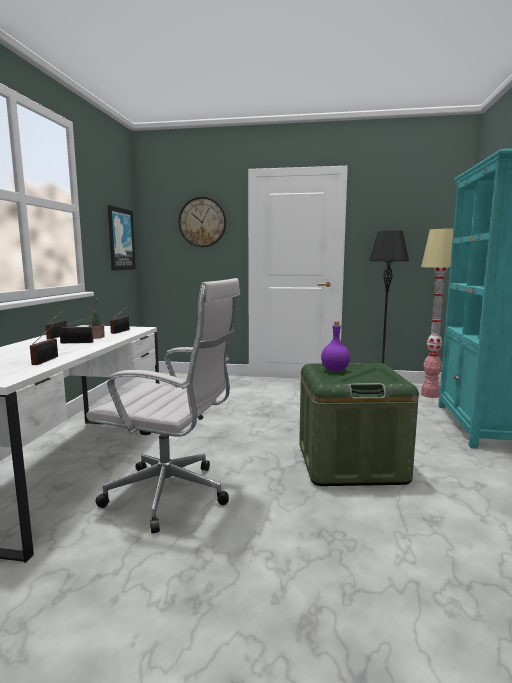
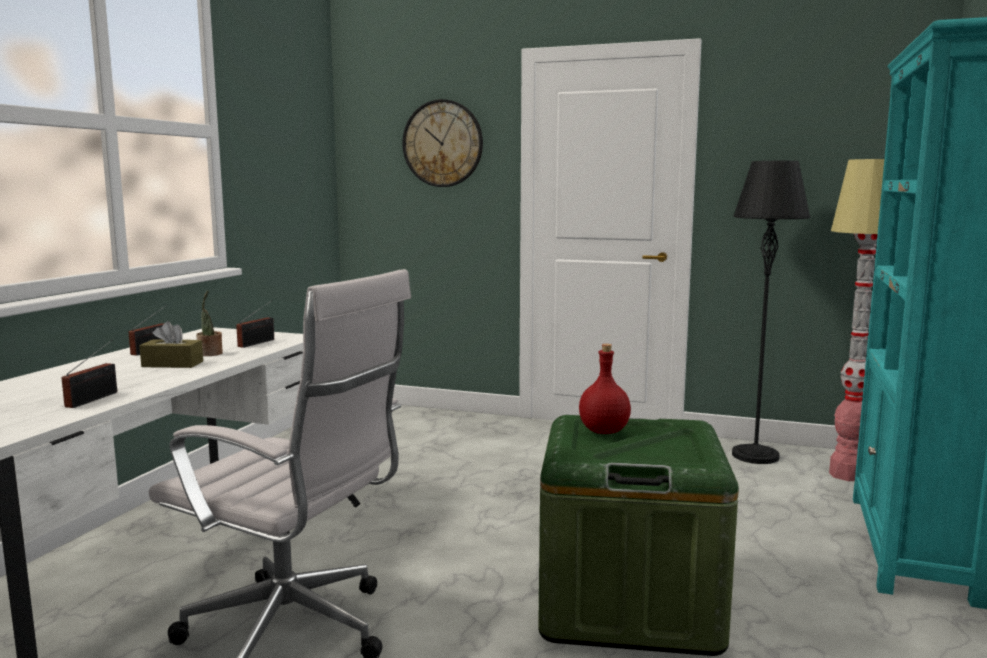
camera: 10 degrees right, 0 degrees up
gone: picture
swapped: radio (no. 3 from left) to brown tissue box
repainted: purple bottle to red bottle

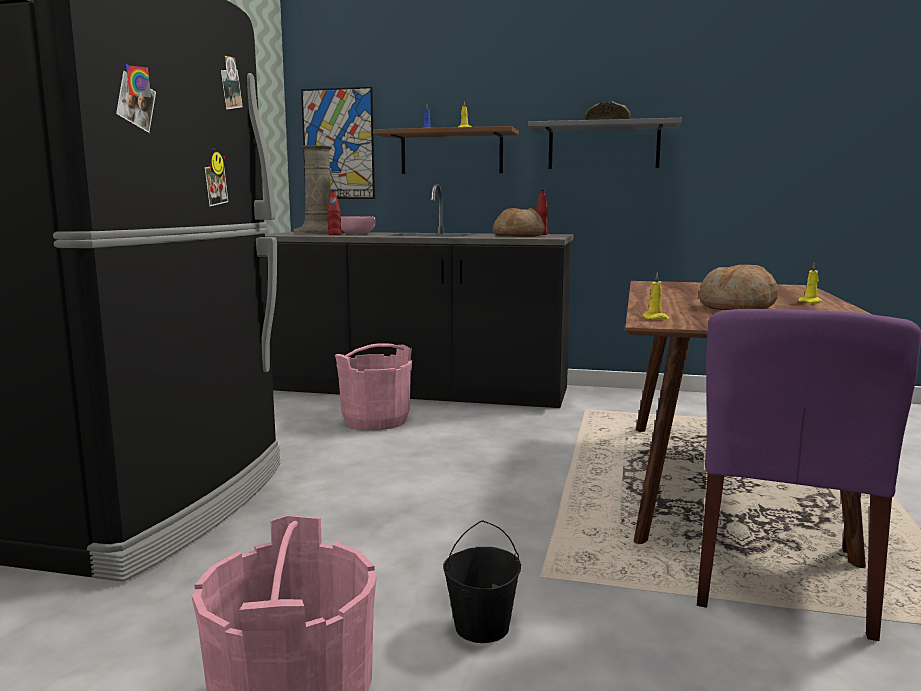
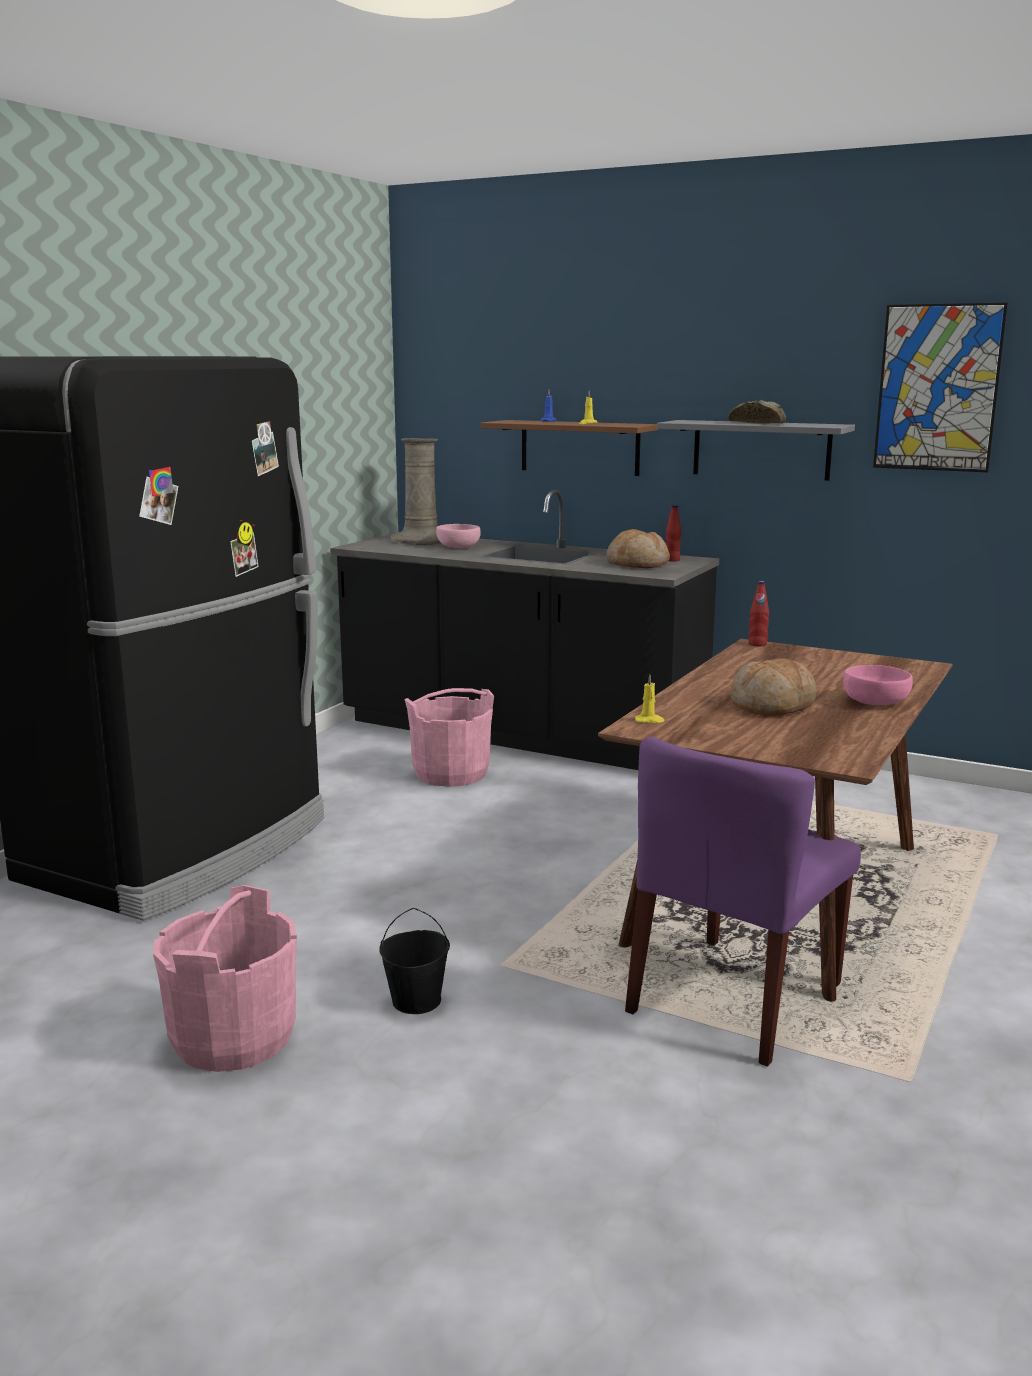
camera: 15 degrees right, 5 degrees up
shifted: picture; red bottle (no. 1 from left in the first image) to red bottle (no. 2 from left)
swapped: yellow candle (no. 3 from left) to pink bowl (no. 2 from left)

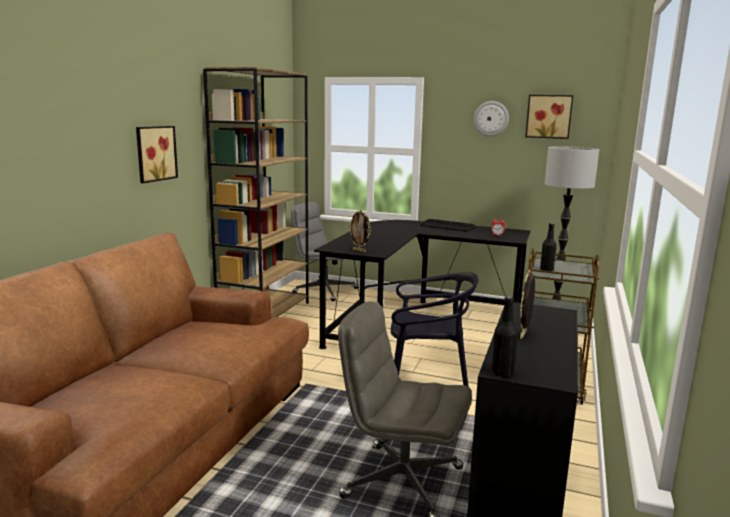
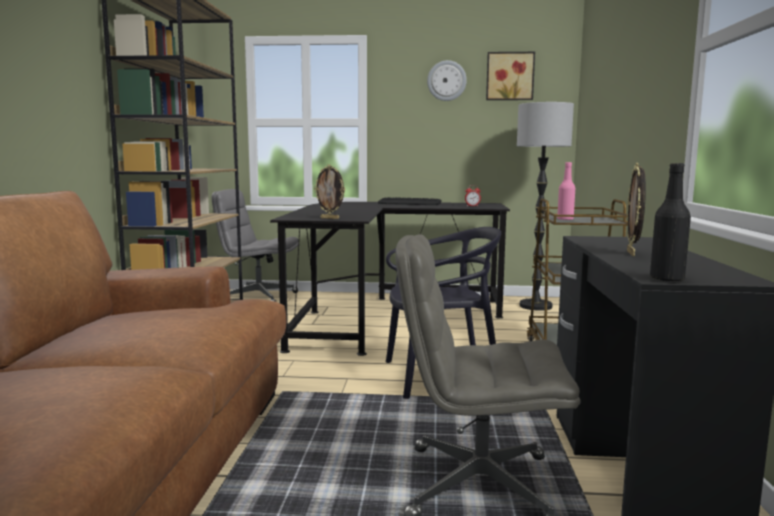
camera: 15 degrees left, 5 degrees down
gone: picture (no. 1 from left)
repainted: black bottle (no. 2 from left) to pink bottle

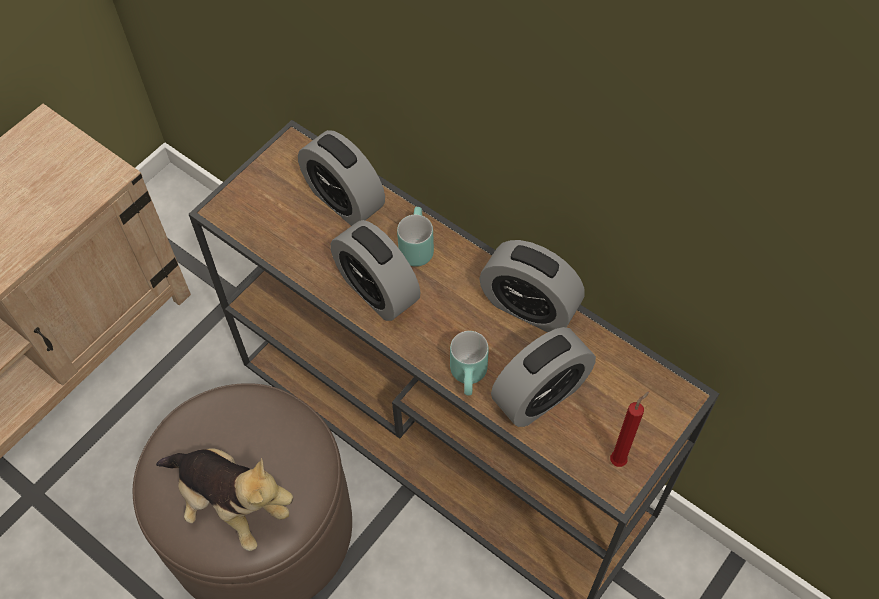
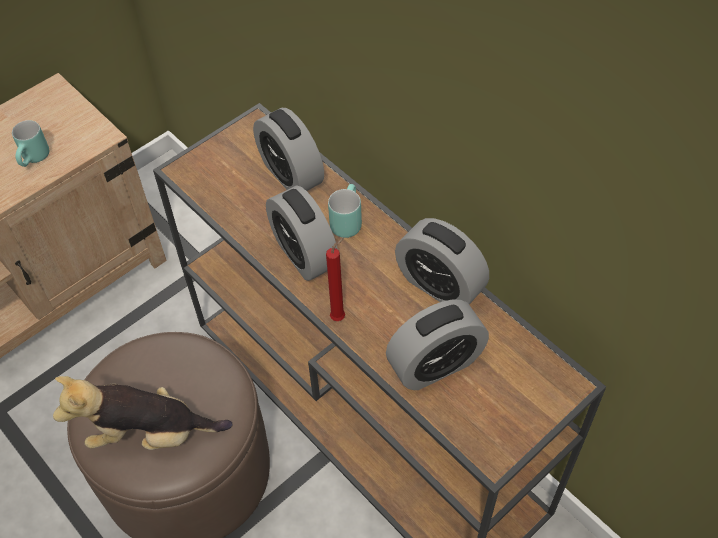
camera: 10 degrees right, 5 degrees down
shifted: turquoise mug (no. 2 from left in the first image) to turquoise mug (no. 1 from left); red candle
rotated: plush toy 135 degrees clockwise

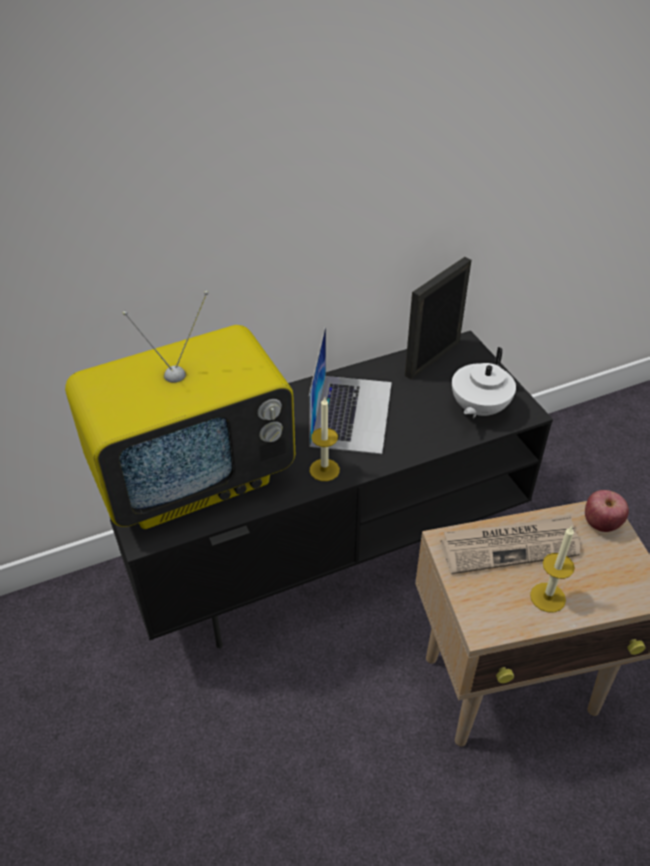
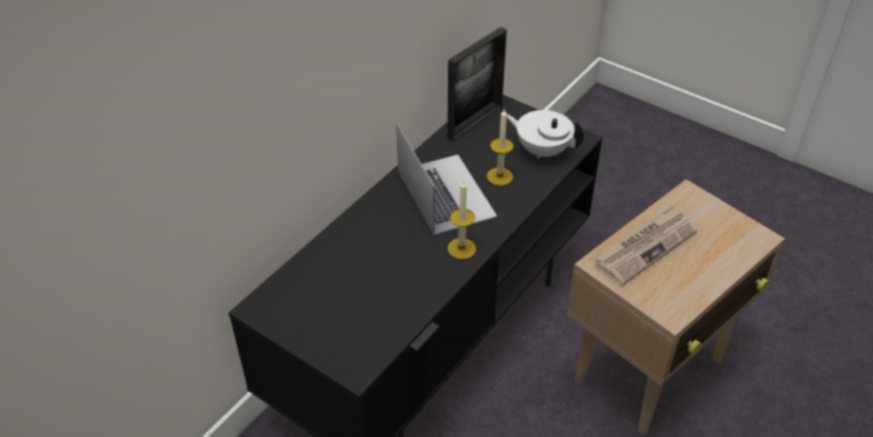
camera: 30 degrees left, 0 degrees up
gone: television; apple
shifted: candle (no. 2 from left)
rotated: picture frame 150 degrees counterclockwise; white teapot 120 degrees clockwise

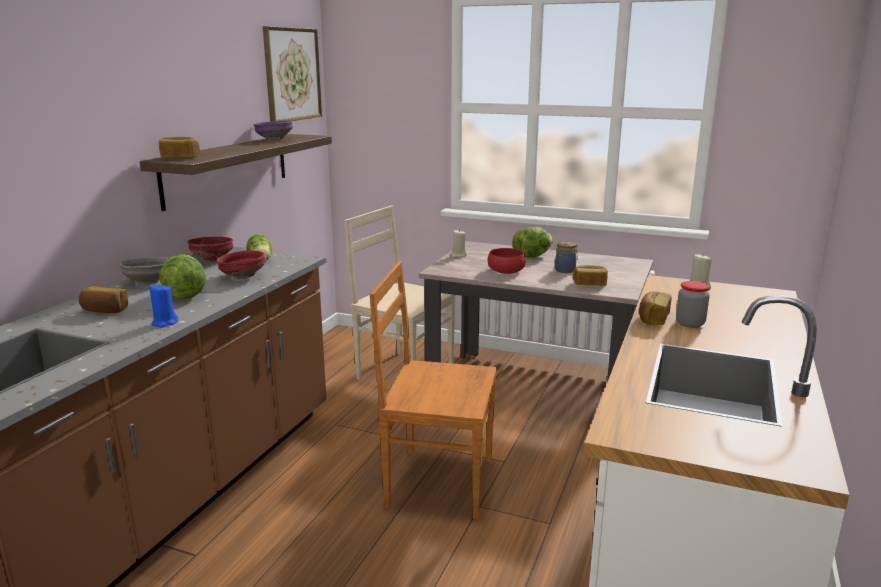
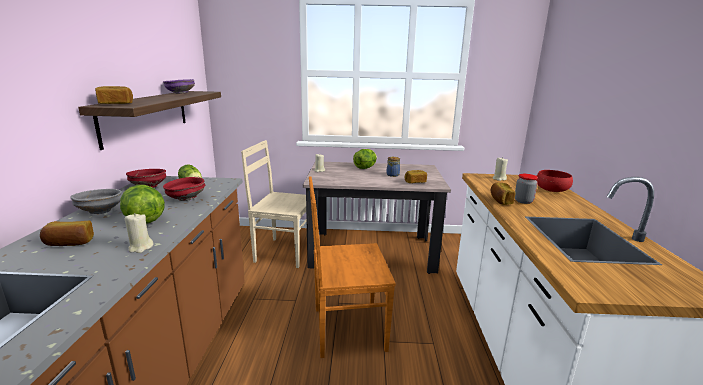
camera: 20 degrees left, 0 degrees up
gone: picture
shifted: red bowl (no. 3 from left)
repainted: blue candle to beige candle (no. 1 from left)

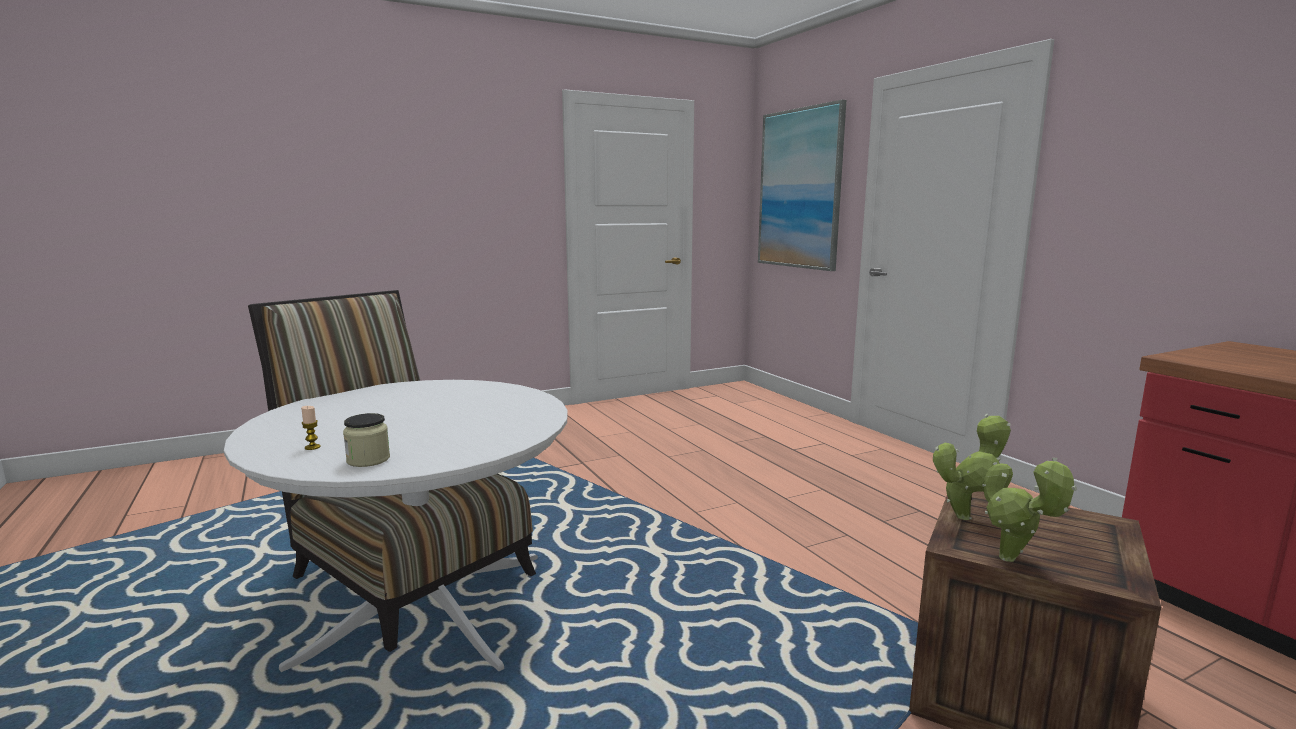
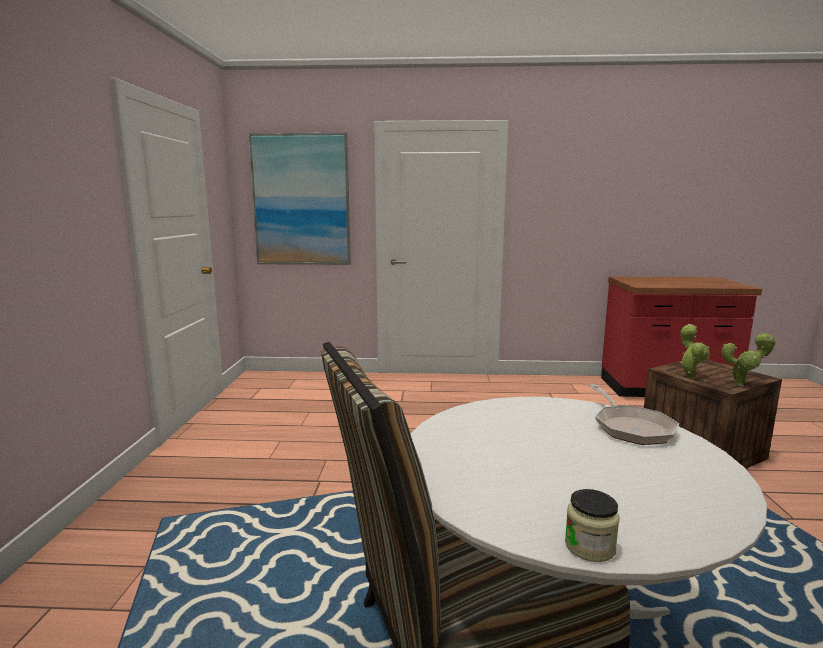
camera: 60 degrees left, 0 degrees up
gone: candle
new: frying pan
shifted: jar

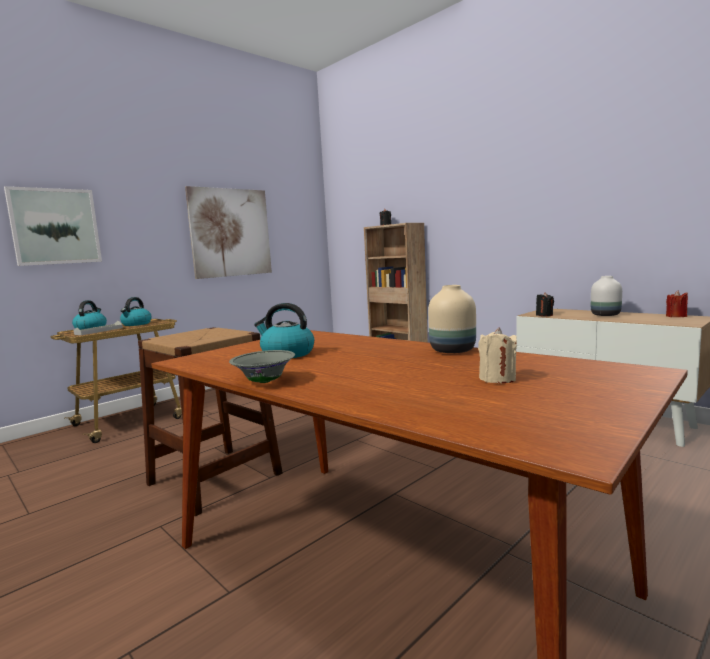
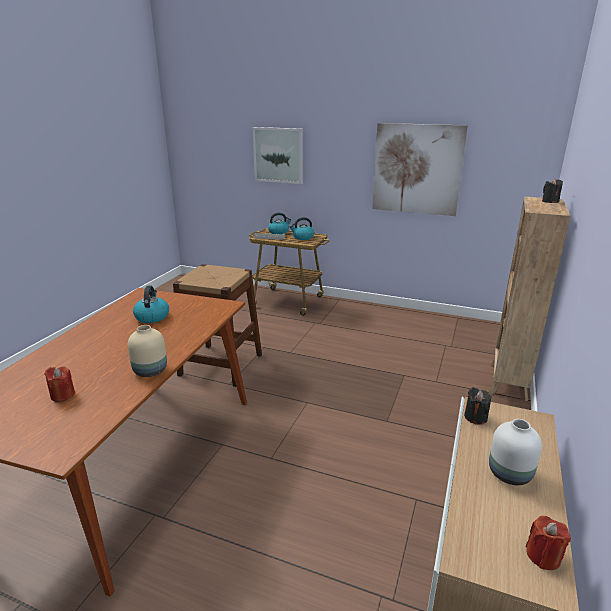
camera: 65 degrees right, 15 degrees up
gone: grey bowl
repainted: beige candle to red candle (no. 1 from left)

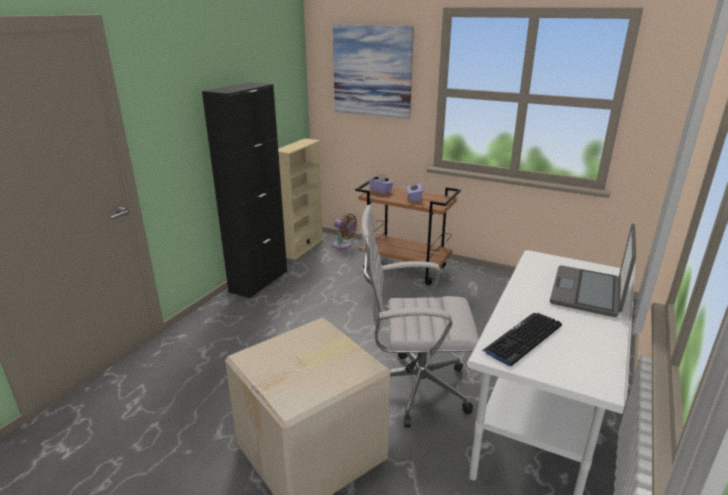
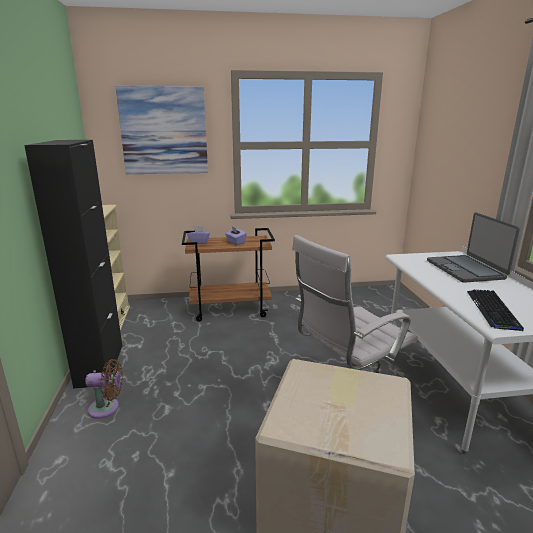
camera: 35 degrees left, 5 degrees down
shifted: brown fan

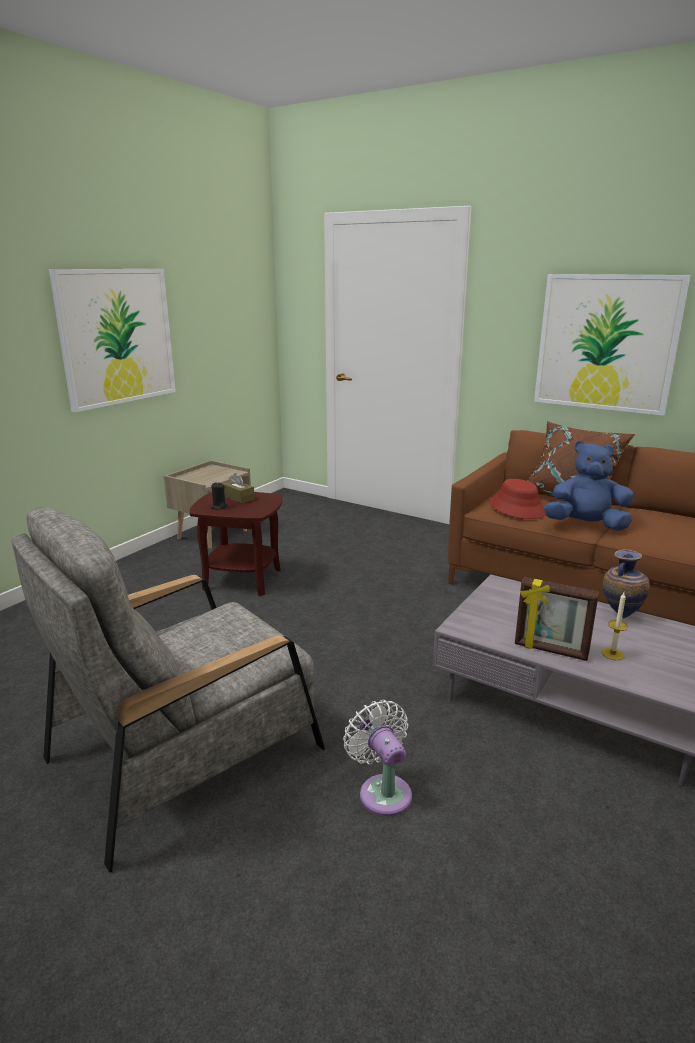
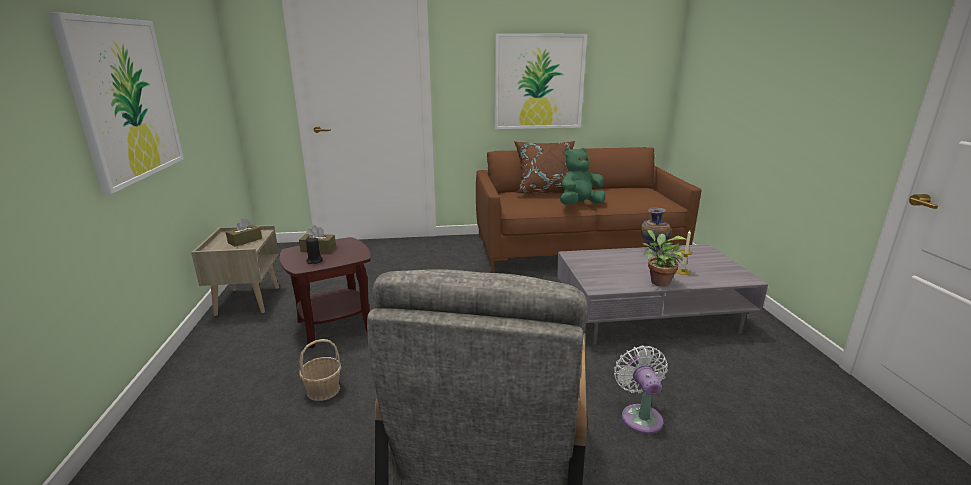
camera: 40 degrees left, 0 degrees up
gone: red hat
new: brown tissue box (no. 1 from left); basket
swapped: picture frame to potted plant
repainted: blue plush toy to green plush toy
rotated: white fan 60 degrees clockwise

